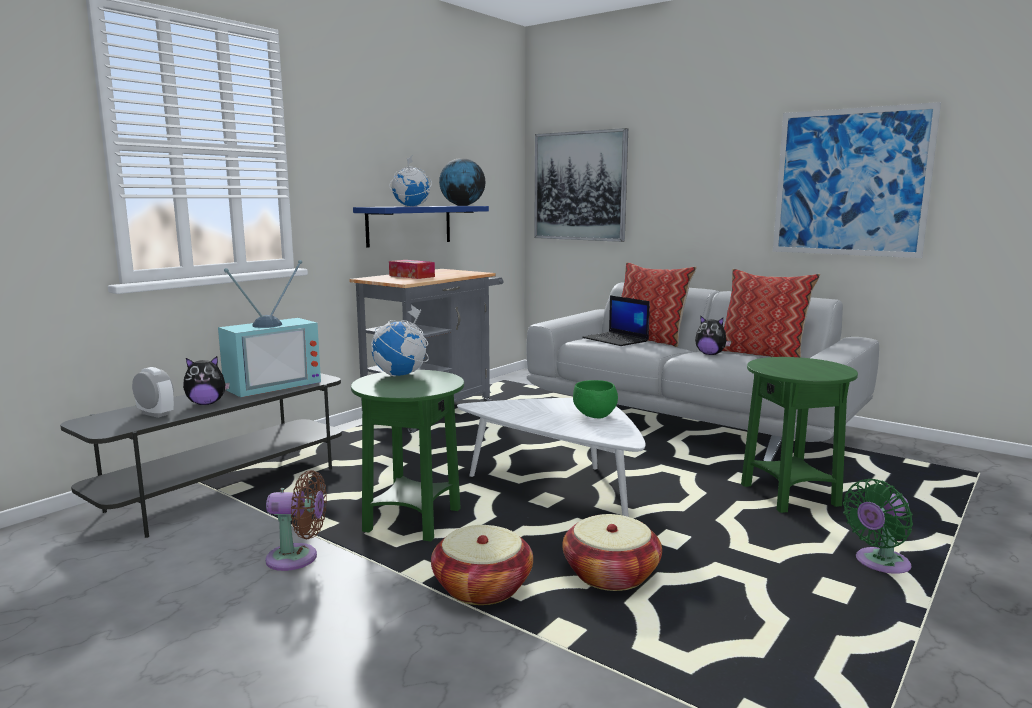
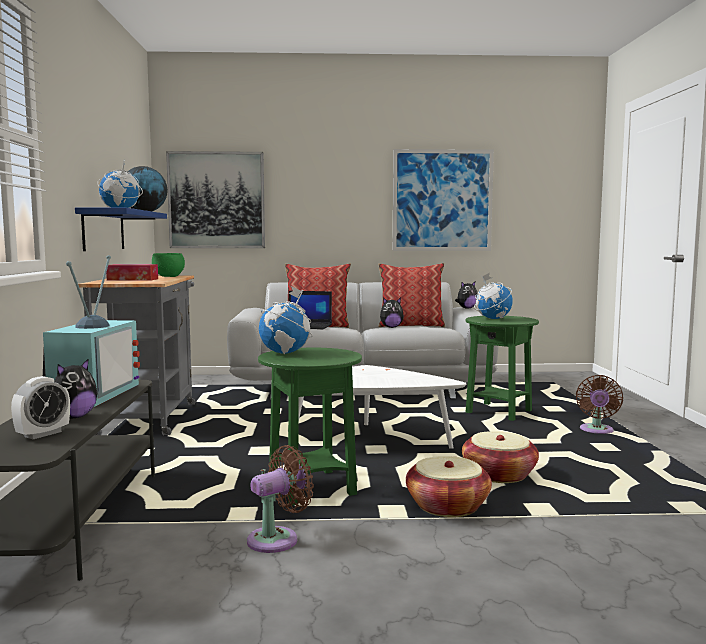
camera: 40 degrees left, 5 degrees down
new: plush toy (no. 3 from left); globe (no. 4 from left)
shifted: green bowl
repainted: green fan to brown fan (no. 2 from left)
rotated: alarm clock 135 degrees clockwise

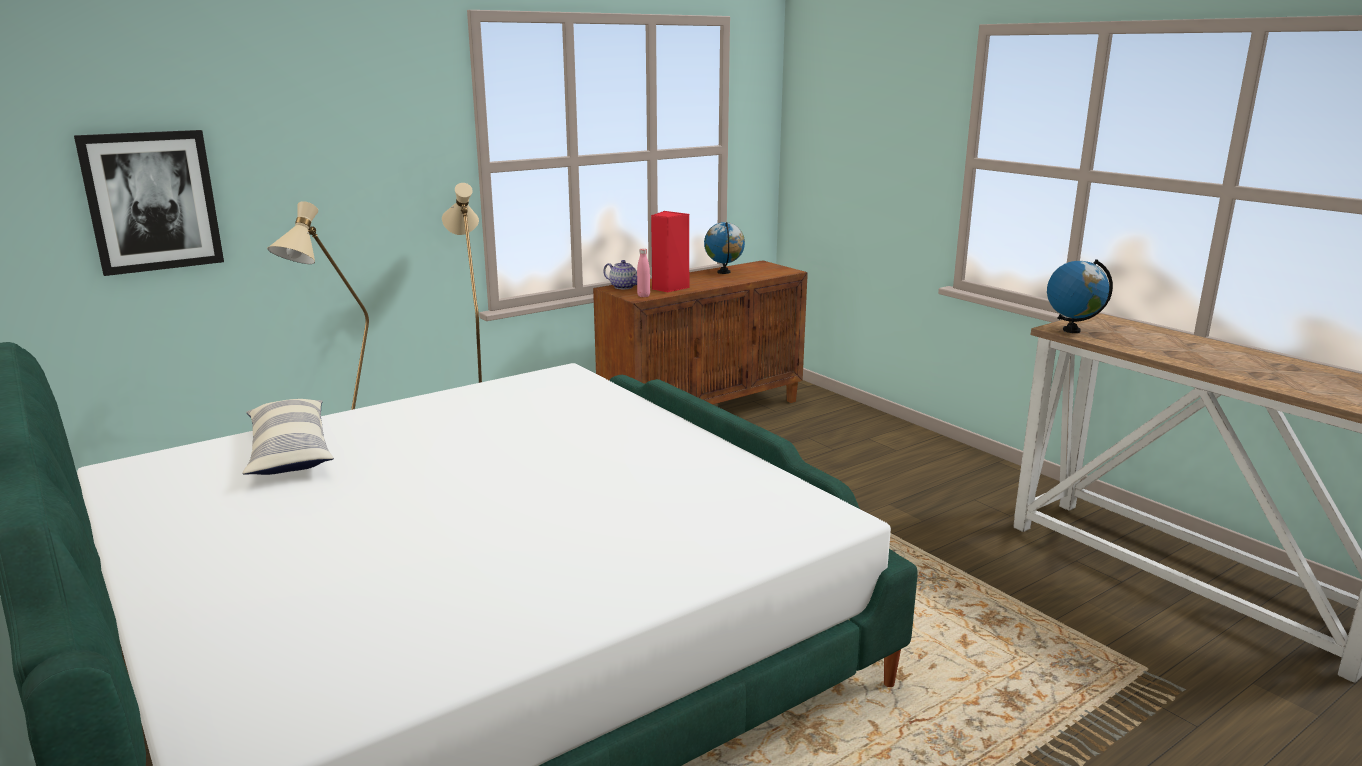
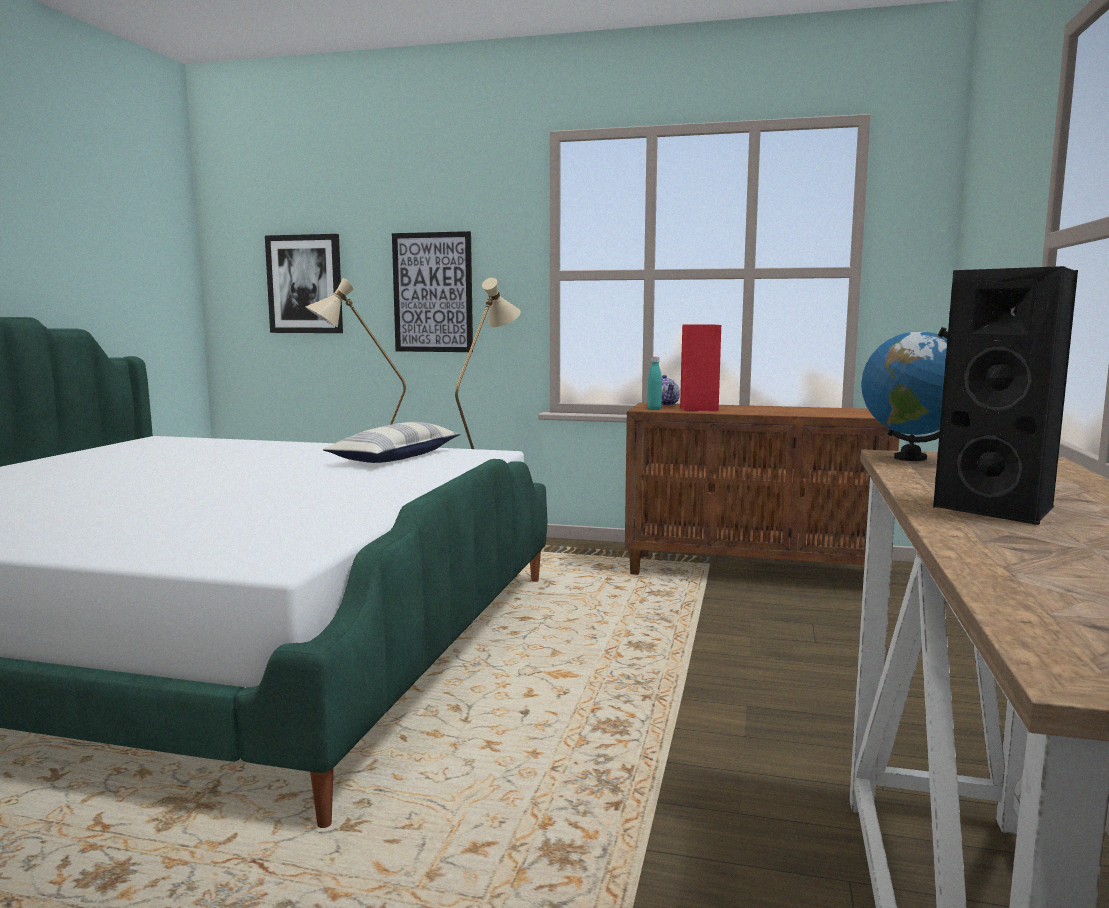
camera: 50 degrees right, 10 degrees down
gone: globe (no. 1 from left)
new: picture (no. 2 from left); black speaker
shifted: pillow
repainted: pink bottle to turquoise bottle

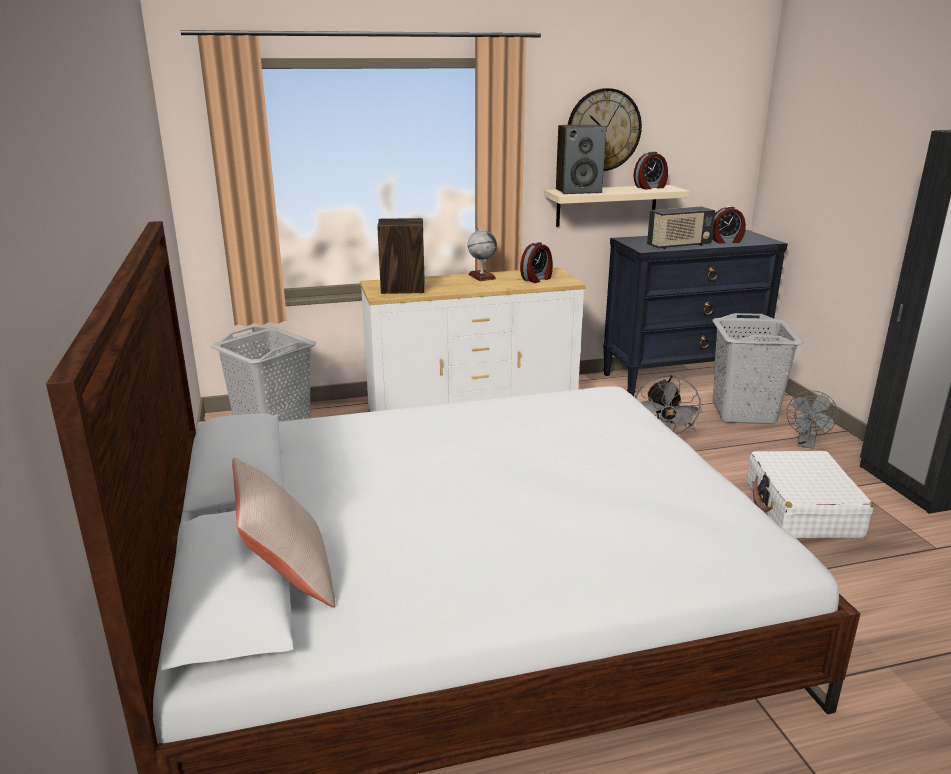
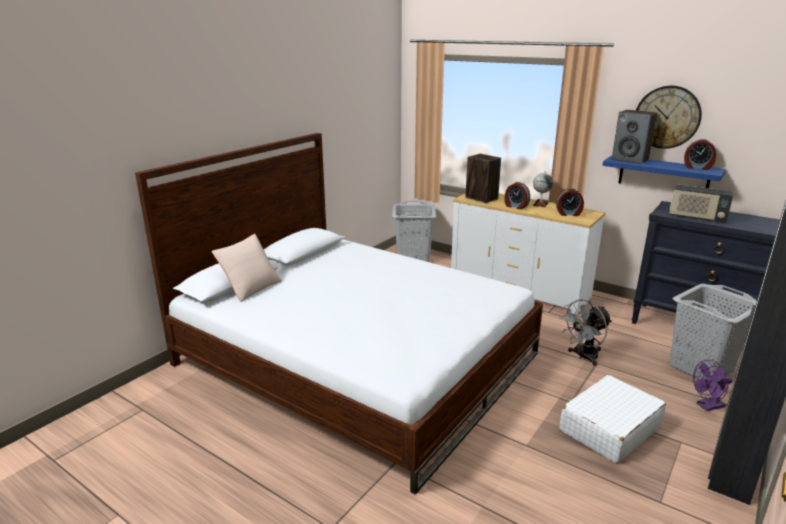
camera: 50 degrees right, 0 degrees up
shifted: alarm clock (no. 3 from left in the first image) to alarm clock (no. 1 from left)
repainted: beige shelf to blue shelf; grey fan (no. 2 from left) to purple fan

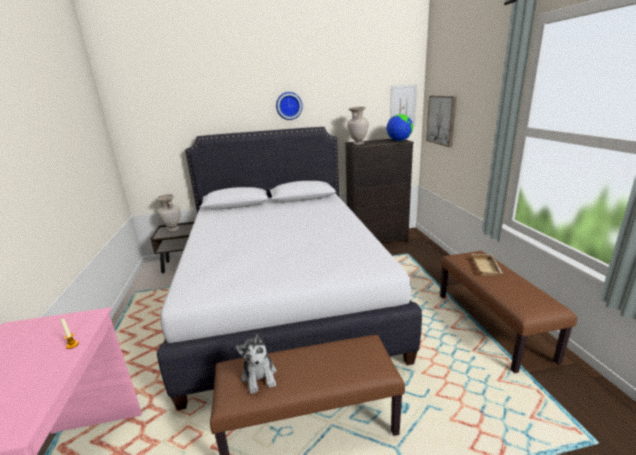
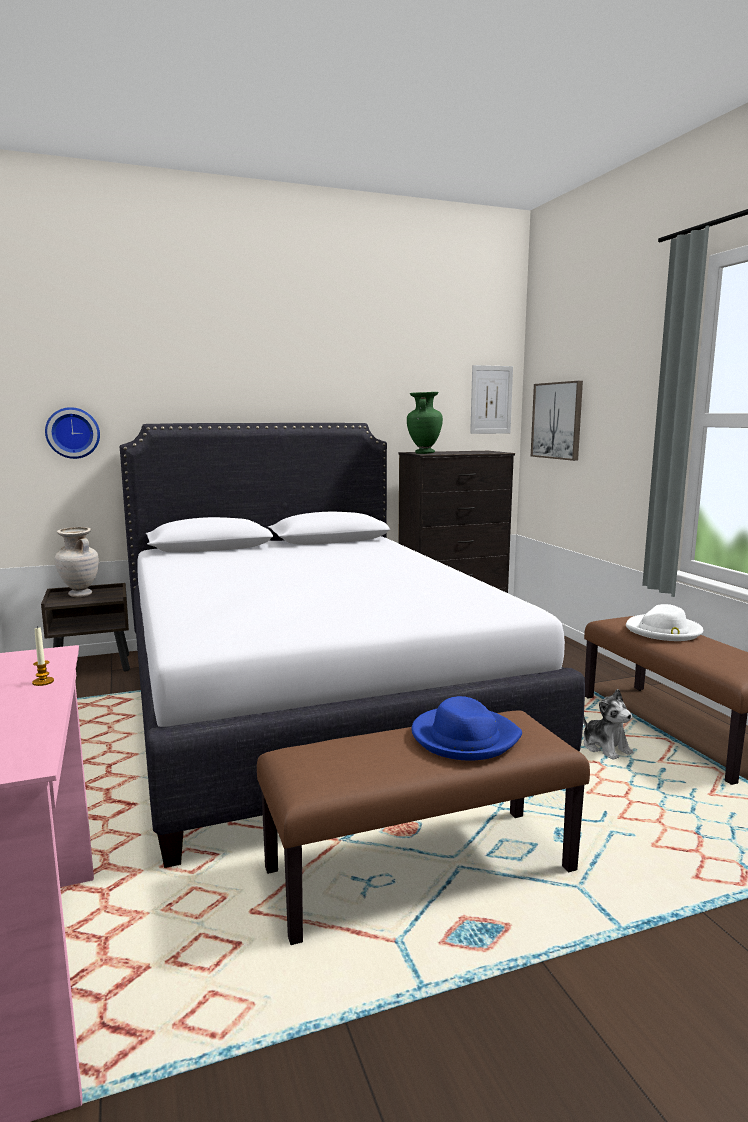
camera: 10 degrees left, 10 degrees down
gone: globe
new: blue hat
shifted: plush toy; wall clock
swapped: beige tray to white hat
repainted: beige vase (no. 2 from left) to green vase

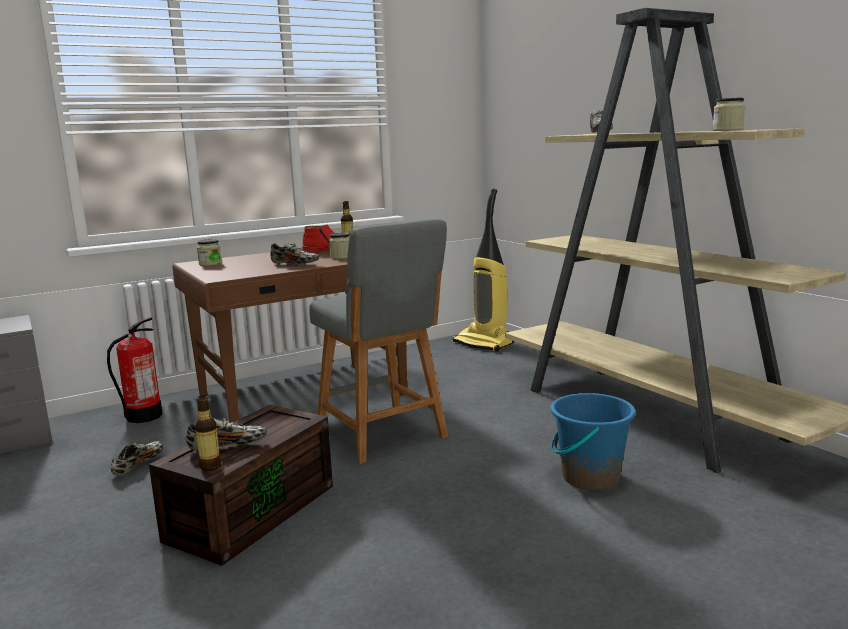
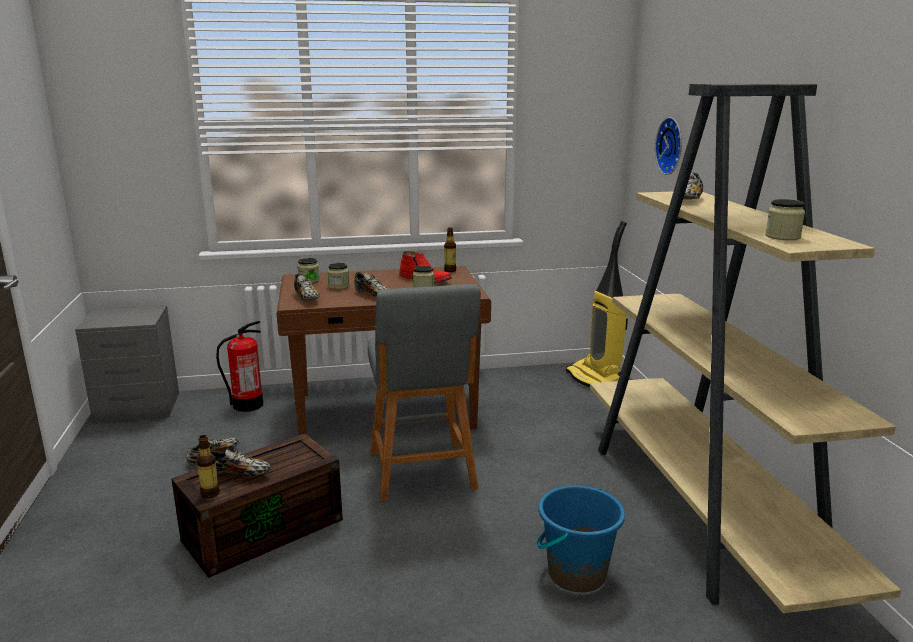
camera: 20 degrees right, 5 degrees up
new: shoe (no. 3 from left); jar (no. 2 from left); wall clock

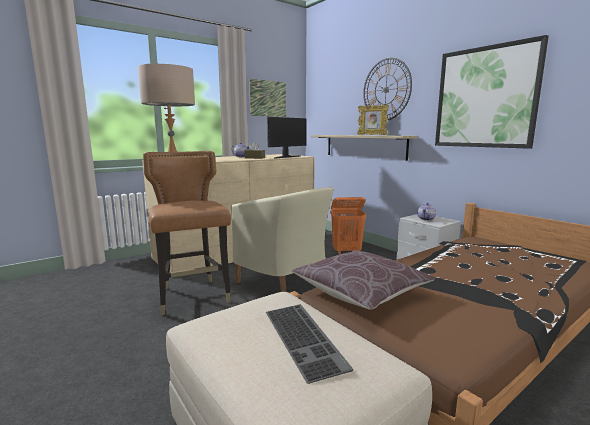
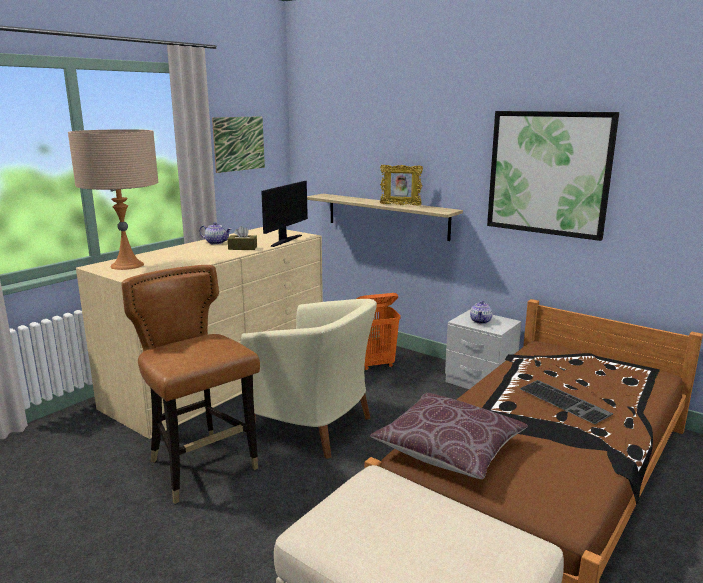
camera: 15 degrees left, 5 degrees up
gone: wall clock
shifted: keyboard

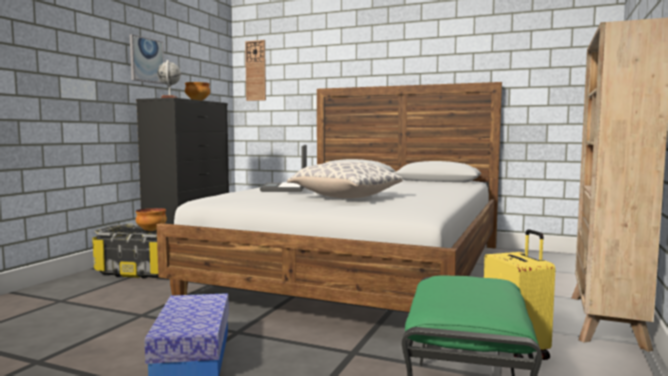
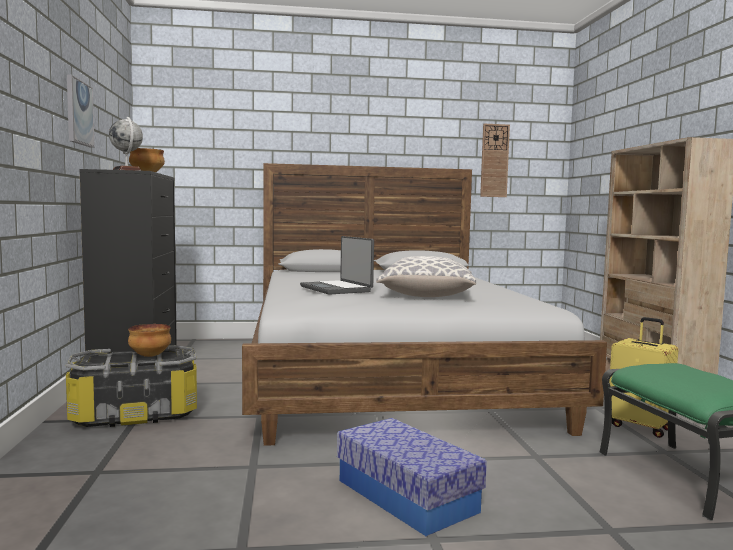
camera: 30 degrees left, 0 degrees up
shifted: wall clock

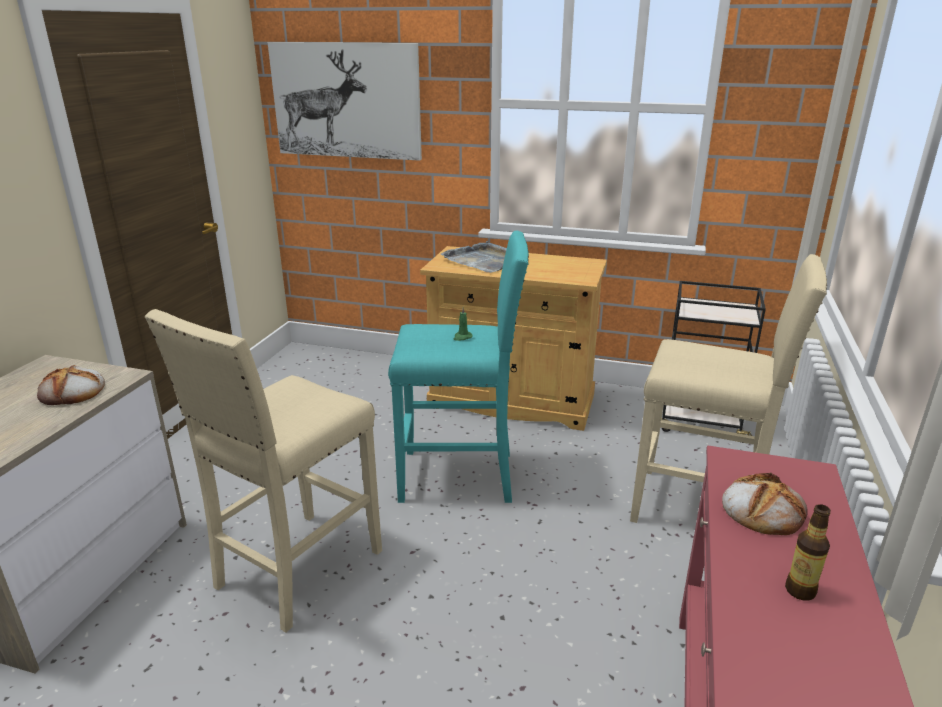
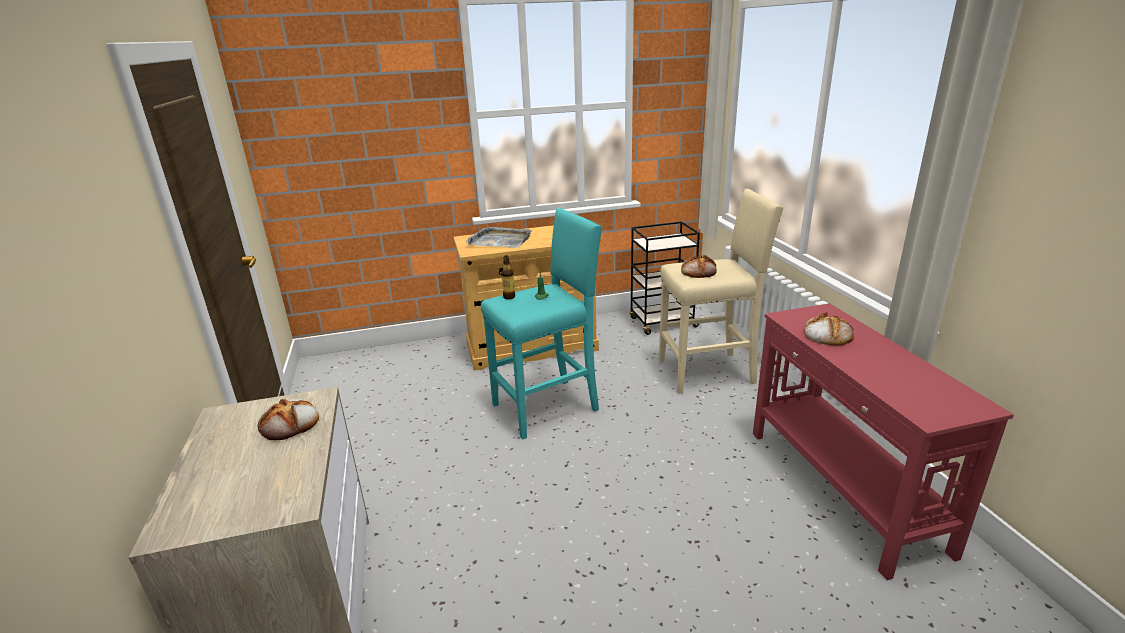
camera: 30 degrees left, 0 degrees up
gone: beige stool (no. 1 from left); picture
new: bread (no. 2 from left)
shifted: bottle

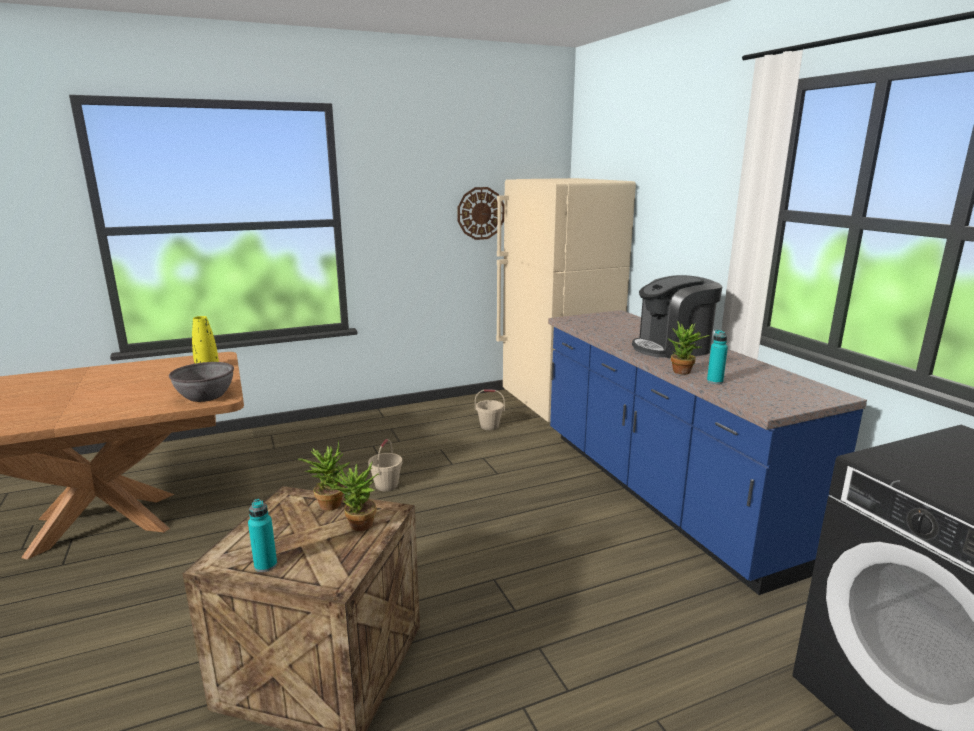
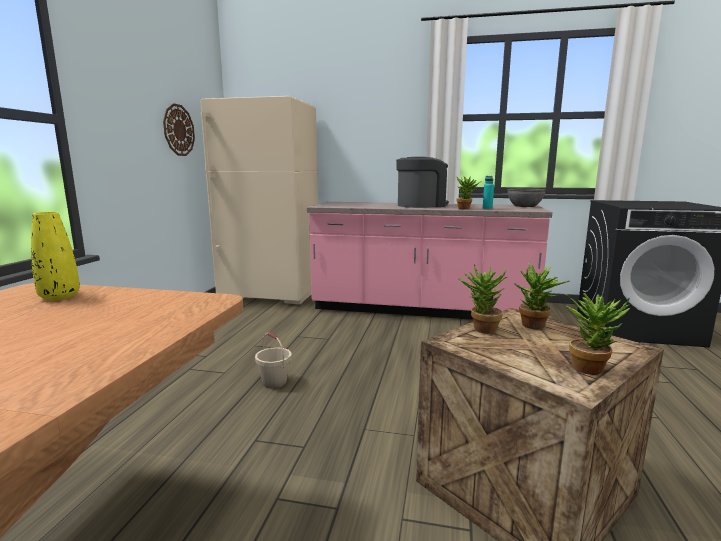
camera: 55 degrees left, 5 degrees down
gone: beige bucket (no. 2 from left)
shifted: grey bowl
swapped: turquoise bottle (no. 1 from left) to potted plant (no. 4 from left)
repainted: blue counter to pink counter
rotated: coffee machine 135 degrees counterclockwise

